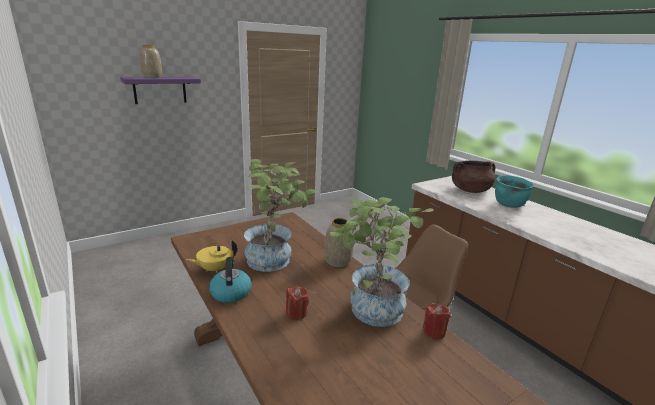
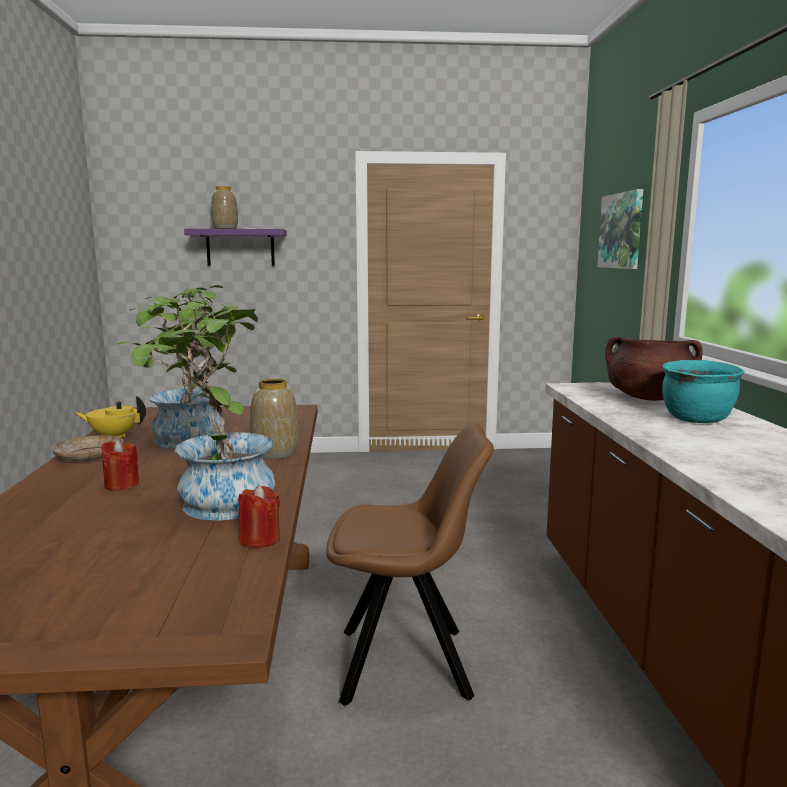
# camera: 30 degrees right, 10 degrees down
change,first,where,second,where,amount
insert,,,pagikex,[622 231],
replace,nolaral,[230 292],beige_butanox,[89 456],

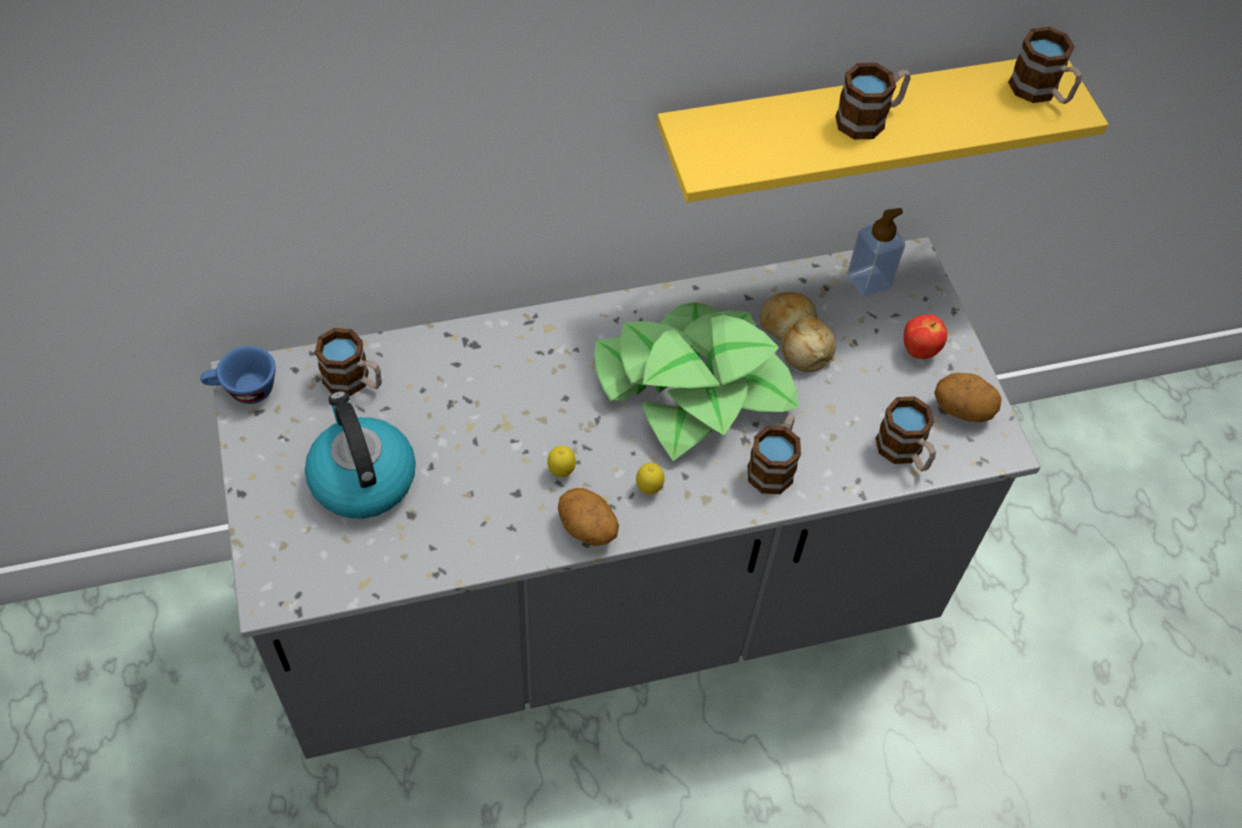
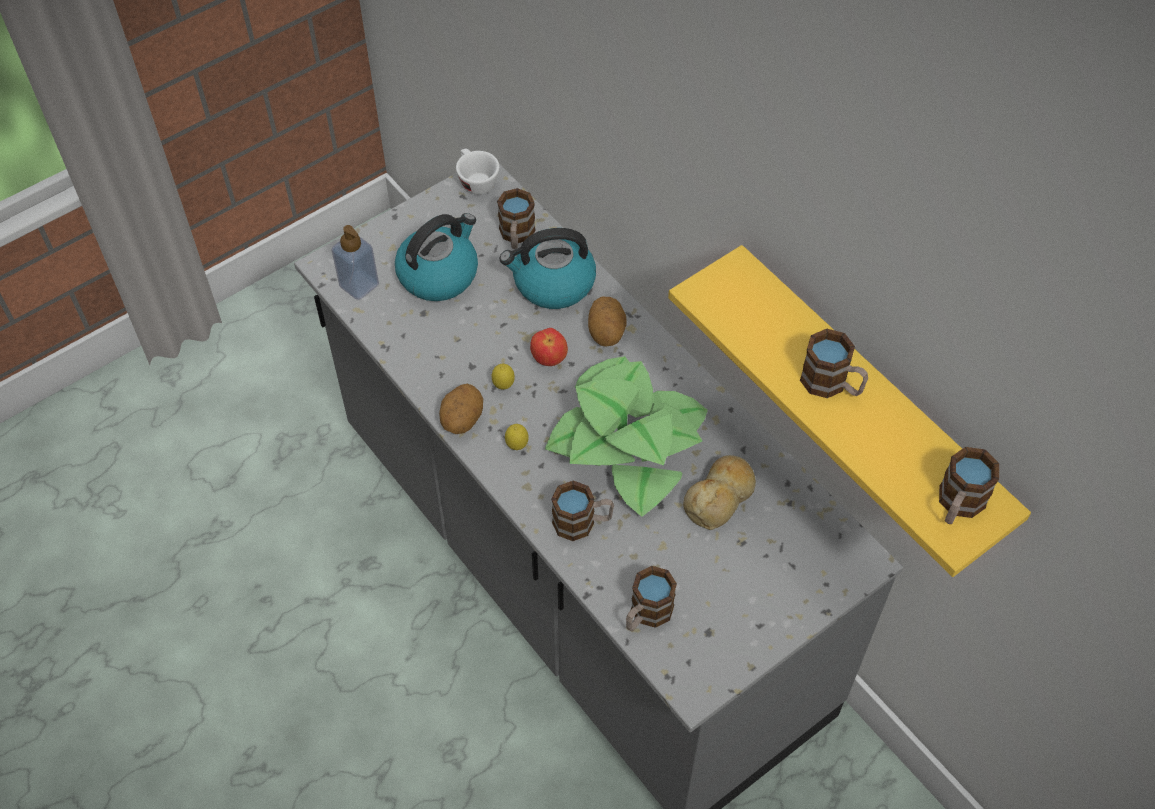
# camera: 70 degrees right, 0 degrees up
change,first,where,second,where,amount
insert,,,nolaral,[552 283],
move,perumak,[868 281],,[359 285],
move,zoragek,[919 350],,[549 359],
move,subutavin,[962 410],,[607 332],
recolor,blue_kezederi,[243 390],white_kezederi,[475 181],

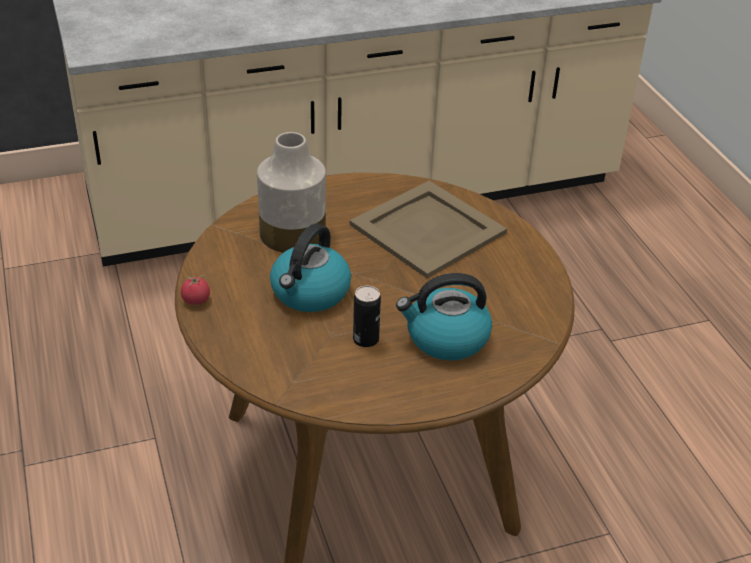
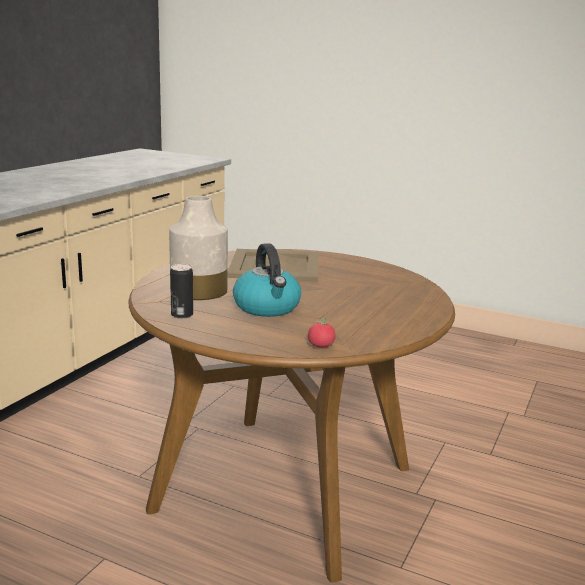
# camera: 45 degrees left, 20 degrees down
change,first,where,second,where,amount
delete,nolaral,[446 338],,,
move,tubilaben,[196 300],,[321 345],
move,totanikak,[366 339],,[182 315],

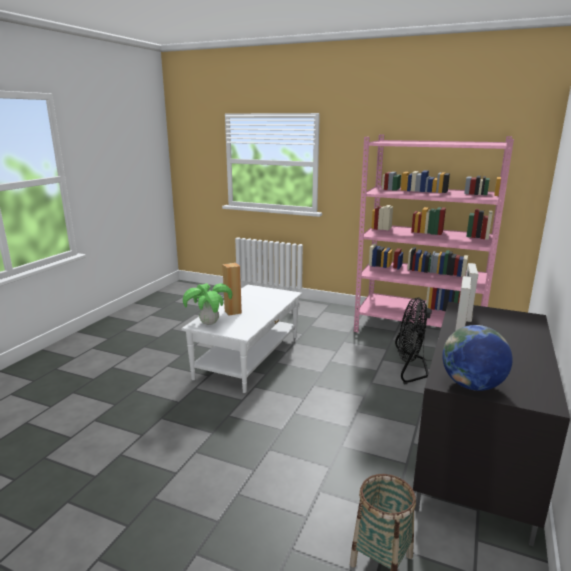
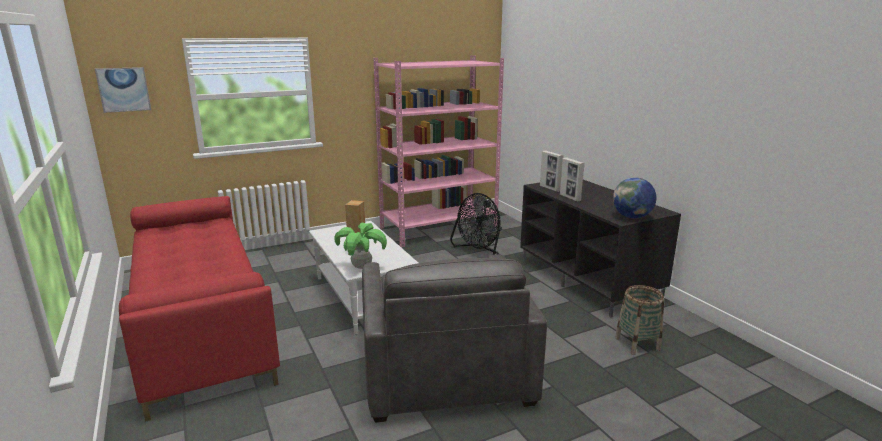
# camera: 50 degrees left, 0 degrees up
change,first,where,second,where,amount
insert,,,pagikex,[123 89],
insert,,,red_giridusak,[201 321],
insert,,,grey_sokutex,[444 370],

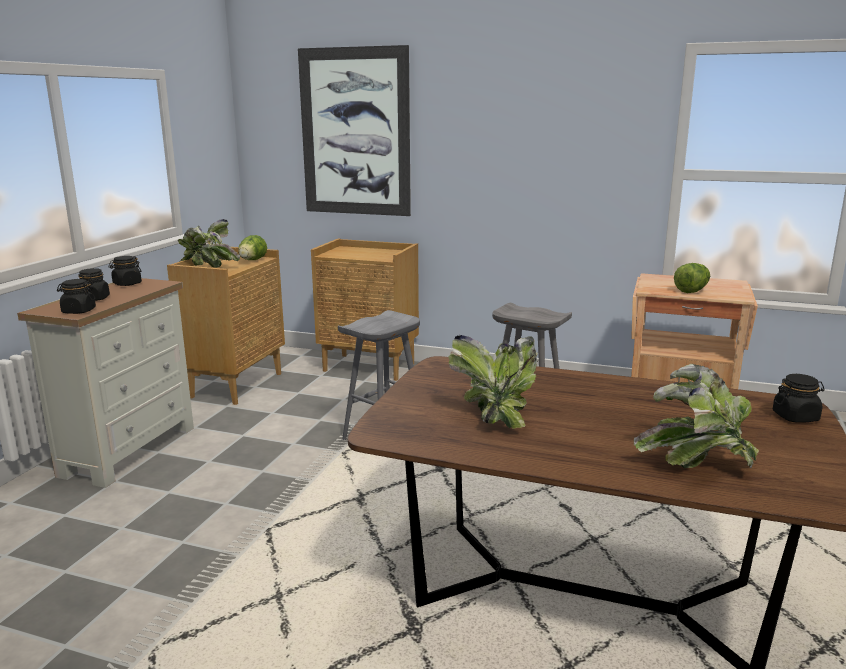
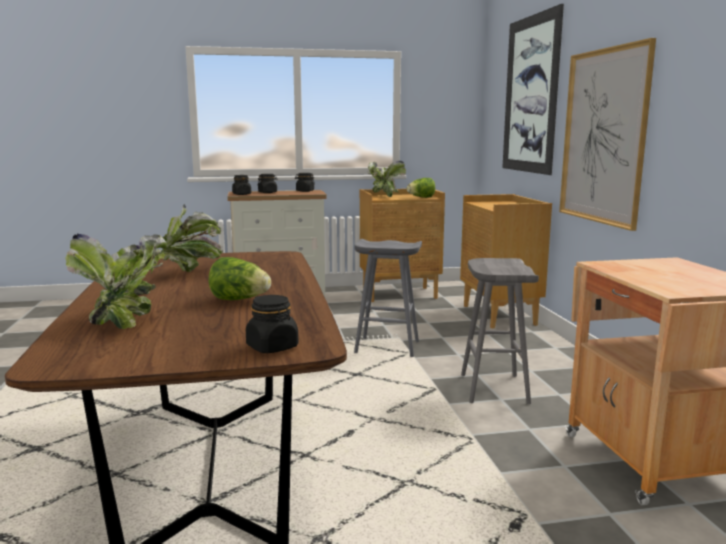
# camera: 60 degrees right, 5 degrees down
change,first,where,second,where,amount
insert,,,pagikex,[603 136],
move,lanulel,[692 290],,[240 300],

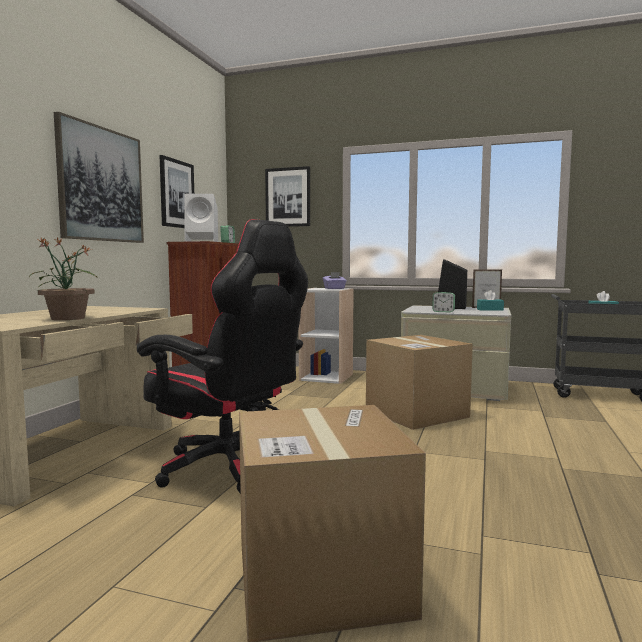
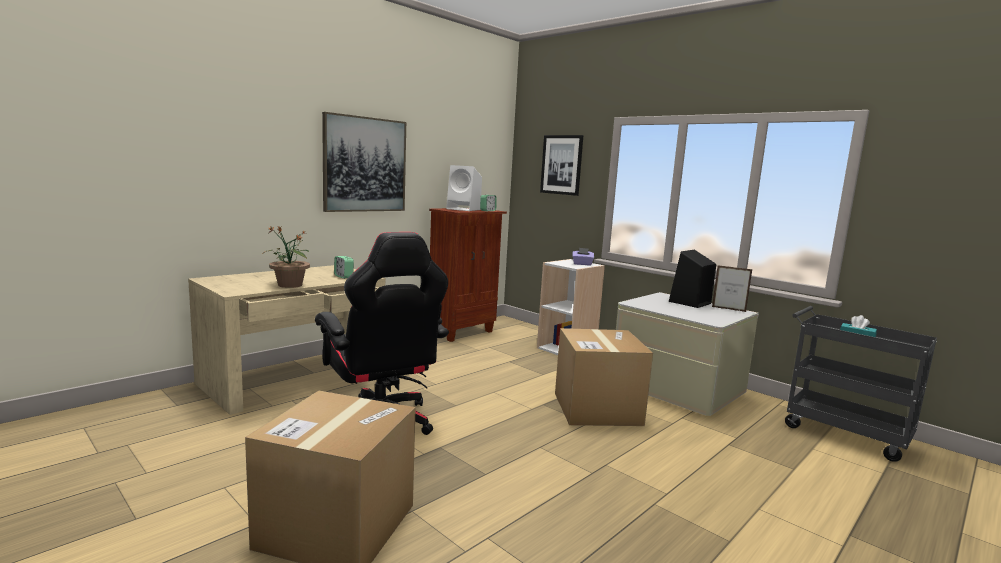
# camera: 25 degrees right, 5 degrees up
change,first,where,second,where,amount
delete,pagikex,[177 194],,,
delete,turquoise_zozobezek,[490 310],,,
move,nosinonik,[443 311],,[343 276],

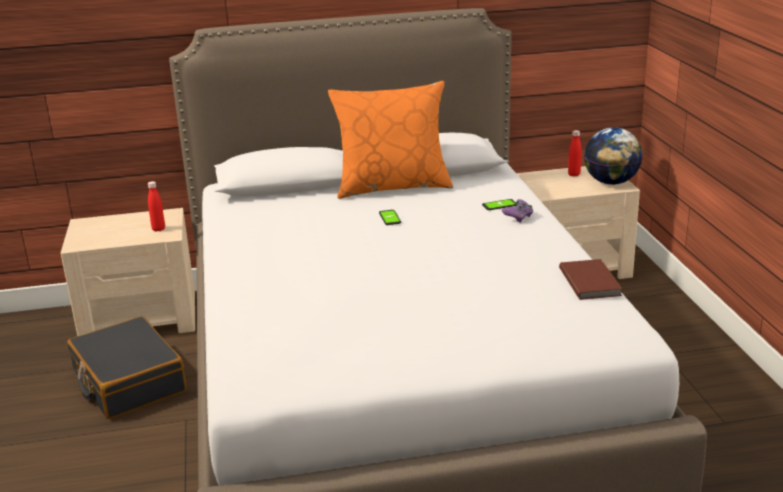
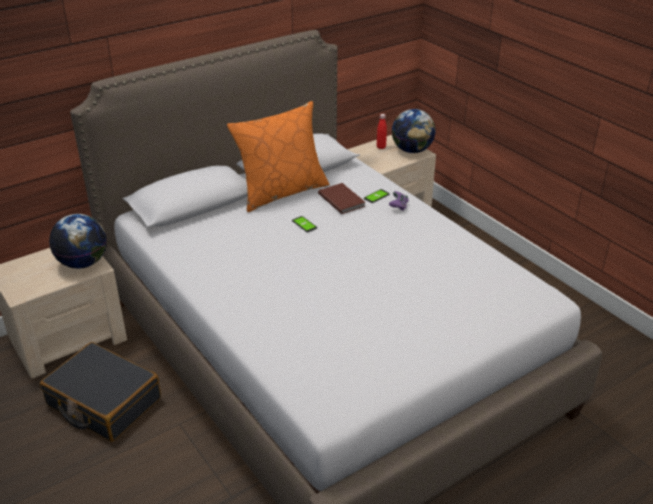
# camera: 25 degrees left, 10 degrees up
change,first,where,second,where,amount
move,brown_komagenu,[591 281],,[342 199],
replace,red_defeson,[158 229],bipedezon,[83 263],

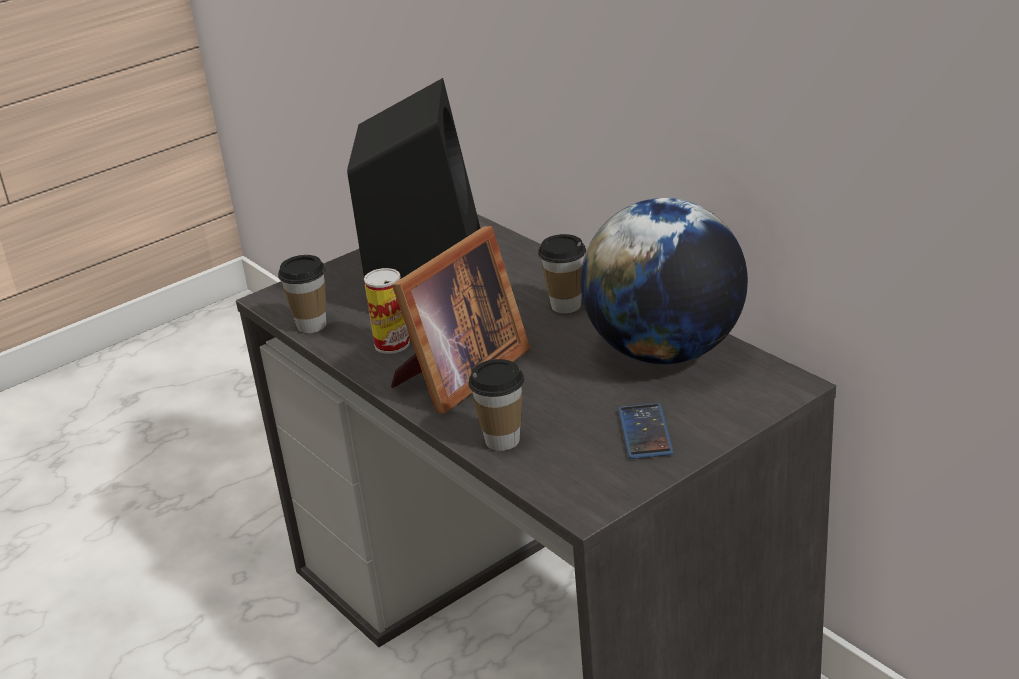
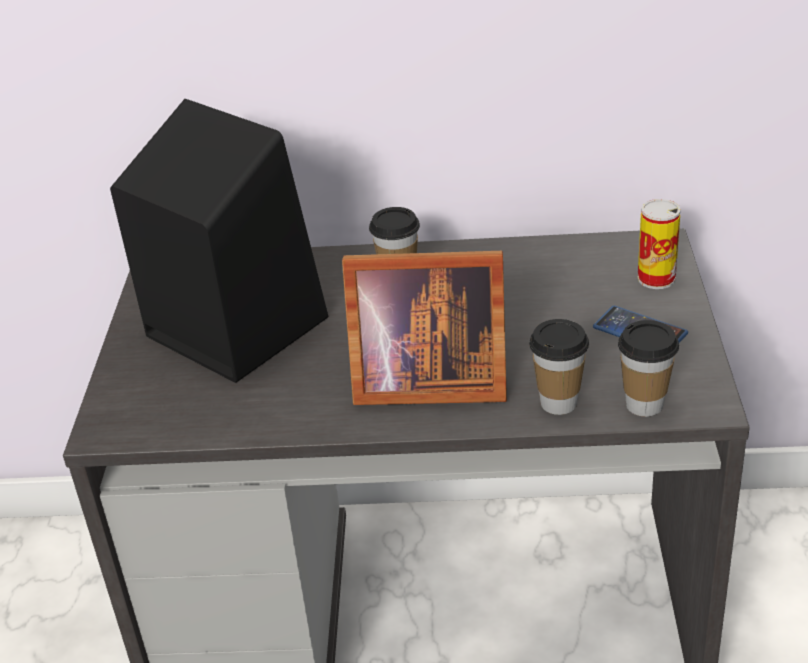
# camera: 50 degrees left, 5 degrees up
change,first,where,second,where,amount
delete,bipedezon,[666 351],,,
move,kezederi,[311 325],,[644 404],
move,totanikak,[392 344],,[656 278],
rotate,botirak,[458 376],,[424 381],105 degrees clockwise

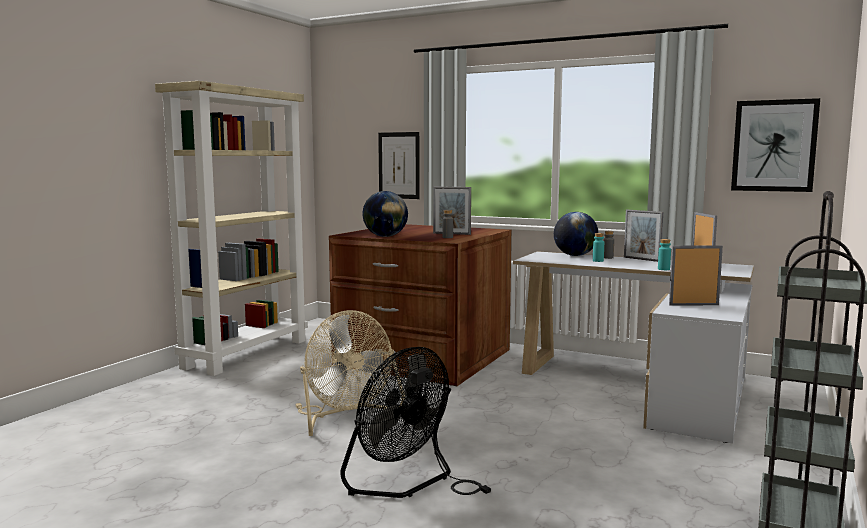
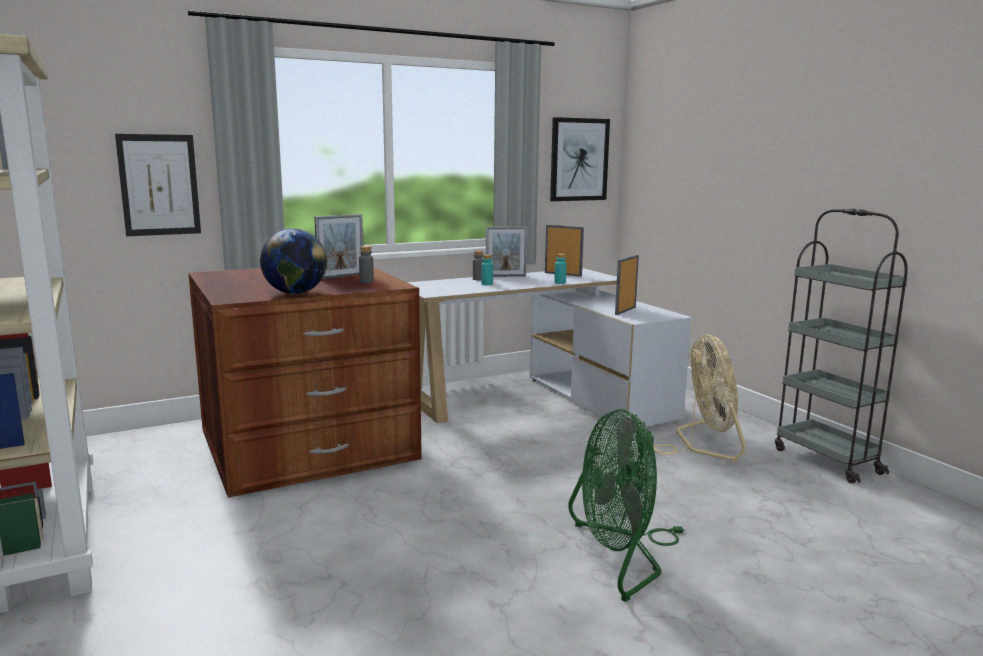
# camera: 55 degrees left, 5 degrees up
change,first,where,second,where,amount
delete,bipedezon,[575 255],,,
move,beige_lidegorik,[342 417],,[698 443],
recolor,black_lidegorik,[417 479],green_lidegorik,[624 554],

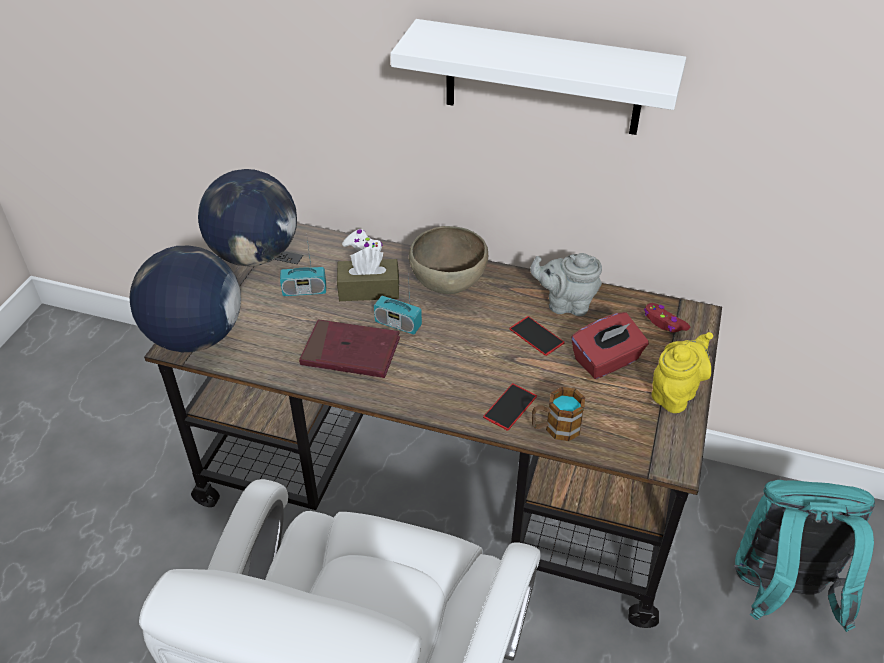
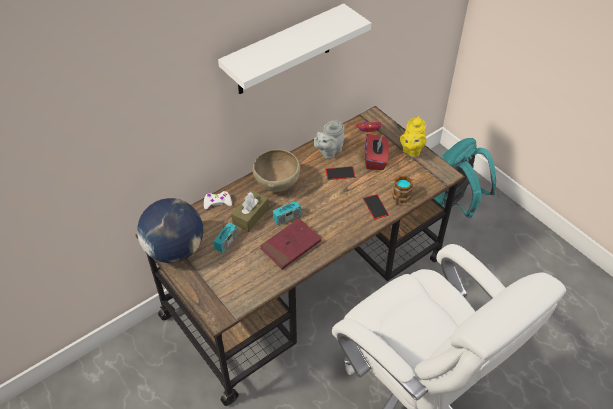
# camera: 55 degrees left, 5 degrees up
change,first,where,second,where,amount
delete,bipedezon,[196 337],,,
rotate,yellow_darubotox,[675 393],,[411 150],150 degrees counterclockwise

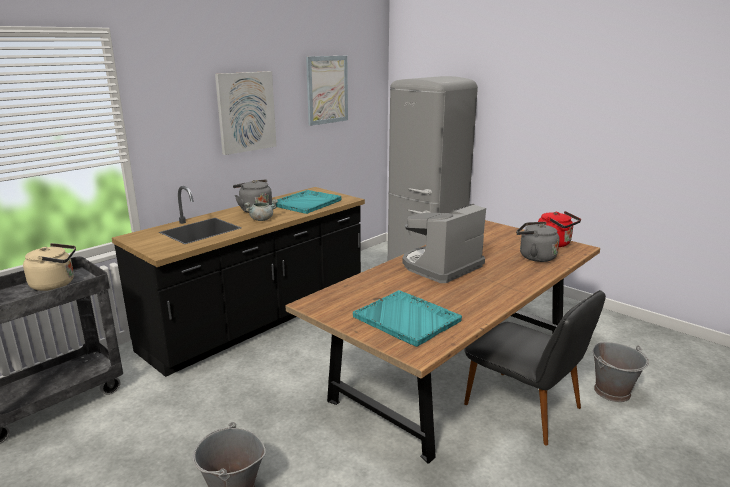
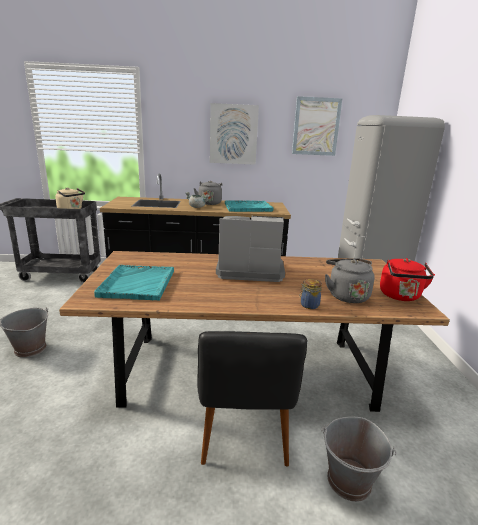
# camera: 45 degrees right, 0 degrees up
change,first,where,second,where,amount
insert,,,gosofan,[308 305],

